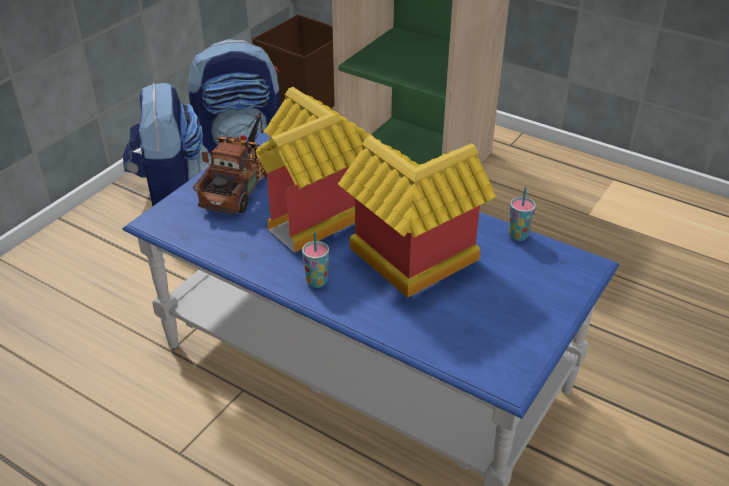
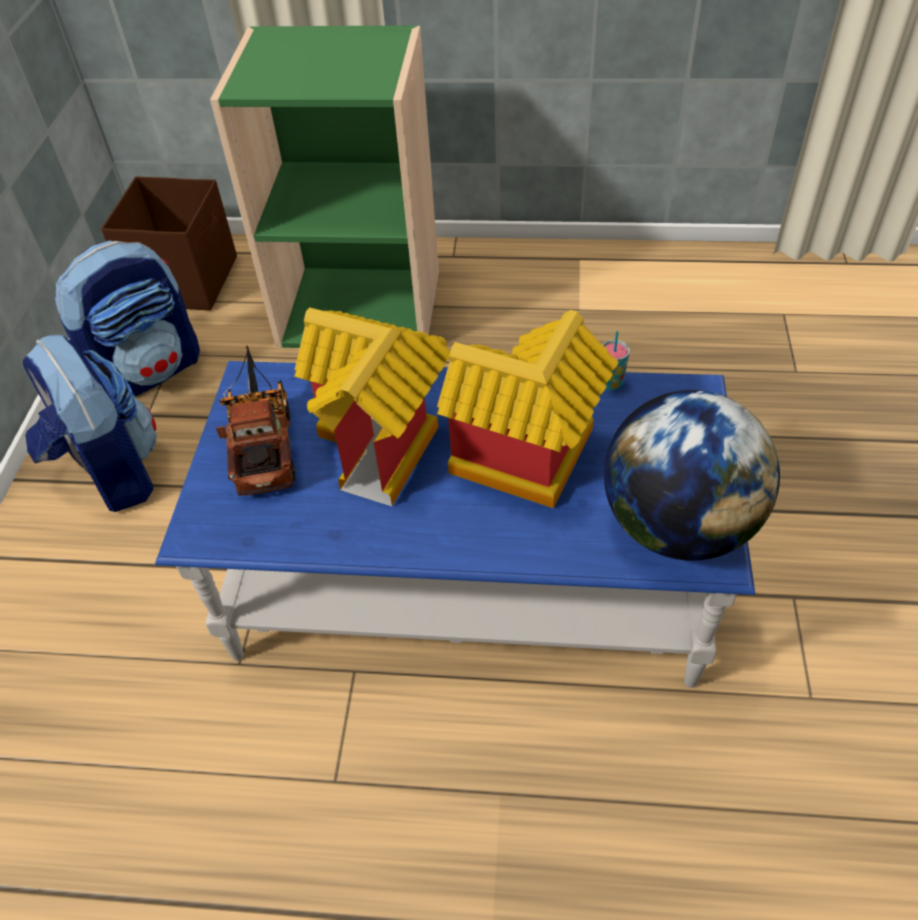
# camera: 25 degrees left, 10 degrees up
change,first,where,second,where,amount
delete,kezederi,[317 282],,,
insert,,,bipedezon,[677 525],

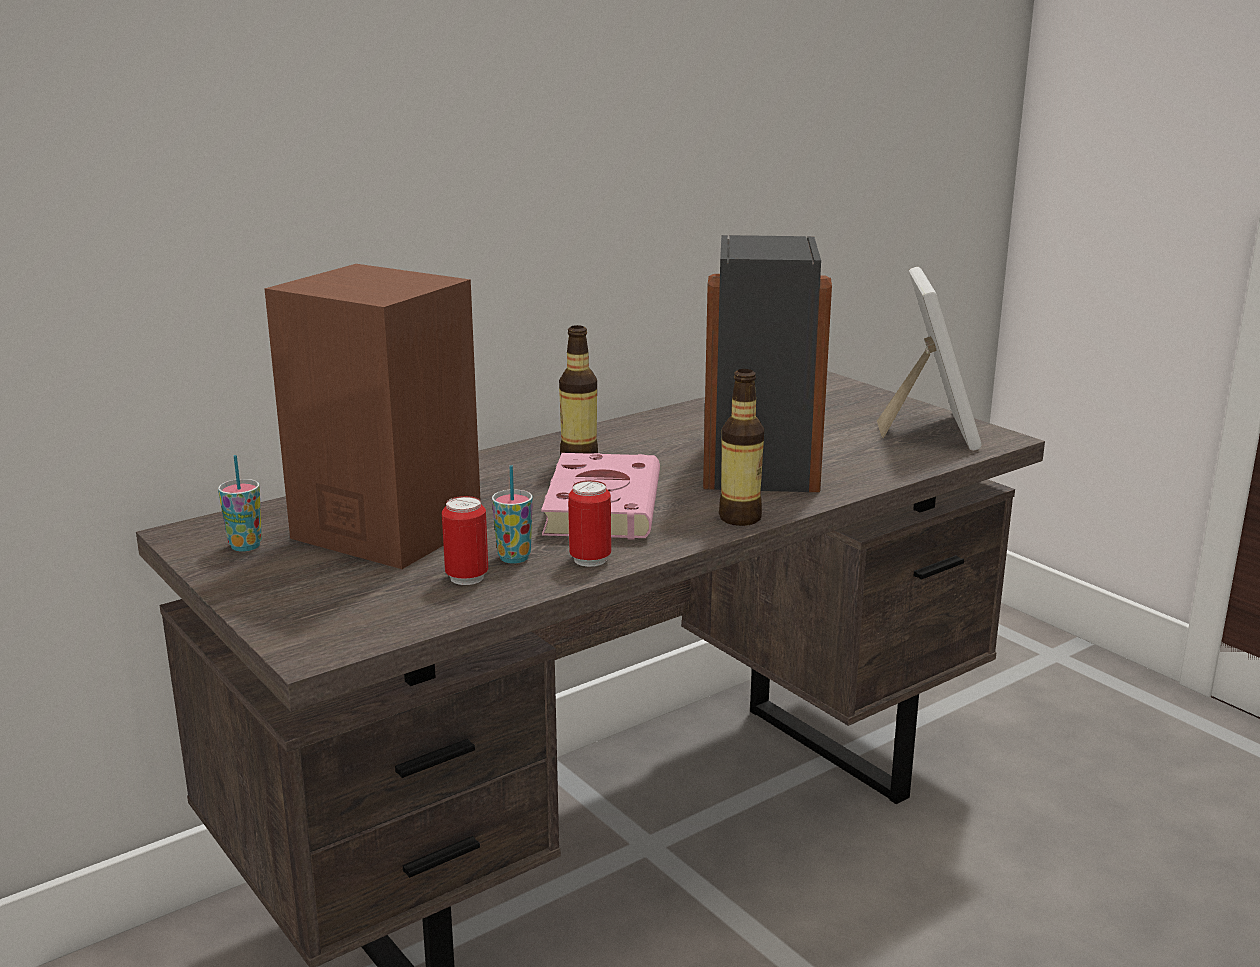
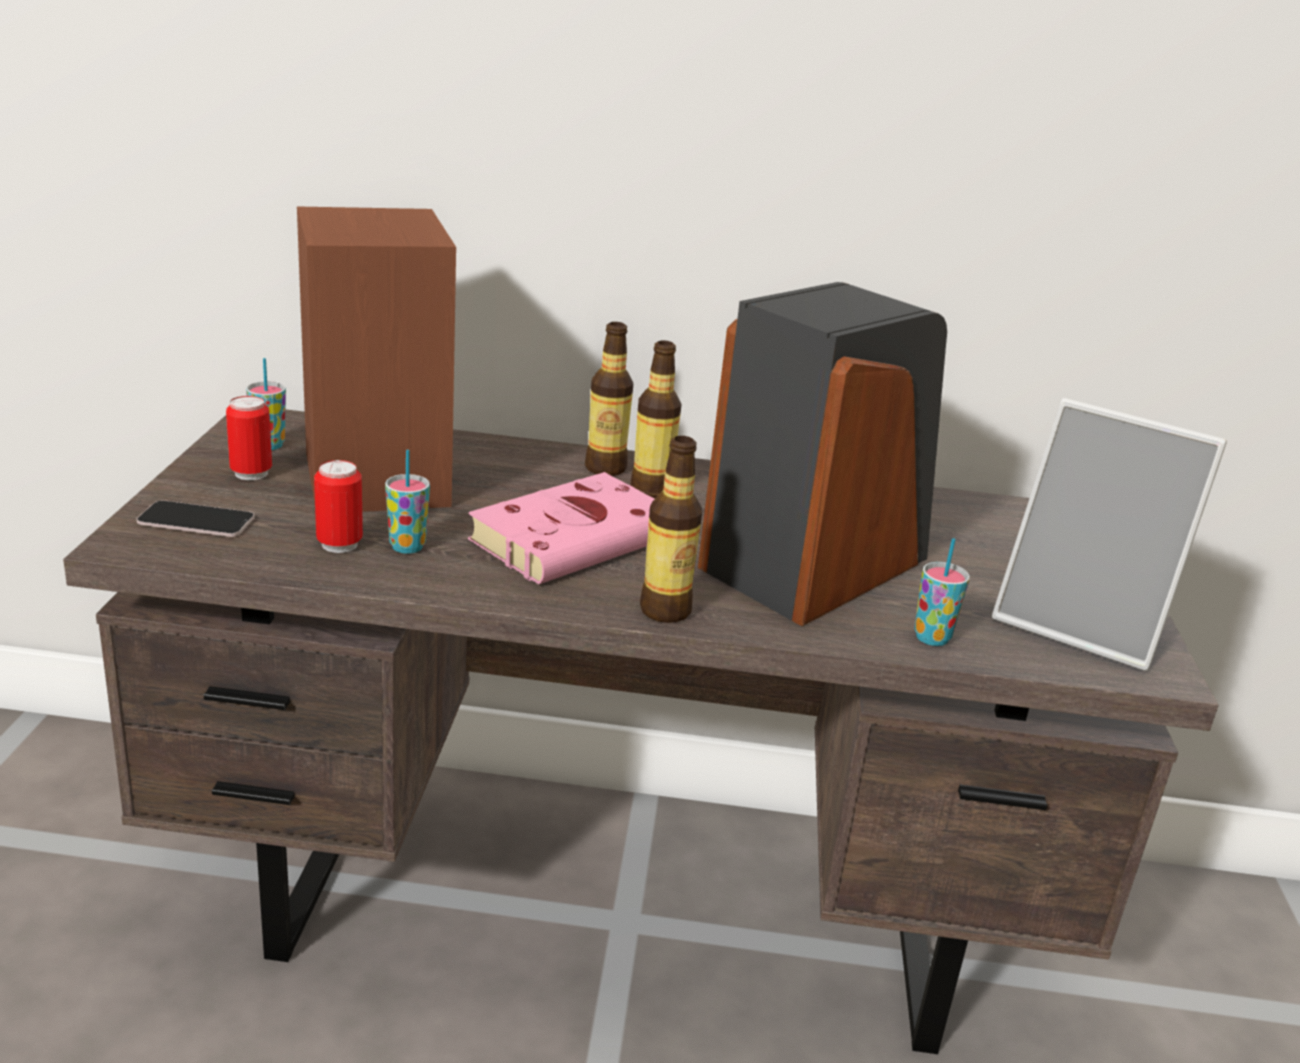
# camera: 40 degrees right, 5 degrees up
change,first,where,second,where,amount
insert,,,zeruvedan,[196 521],
insert,,,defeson,[605 468],
insert,,,kezederi,[932 638],
move,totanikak,[590 559],,[251 473],
rotate,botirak,[929 431],,[1082 624],75 degrees clockwise

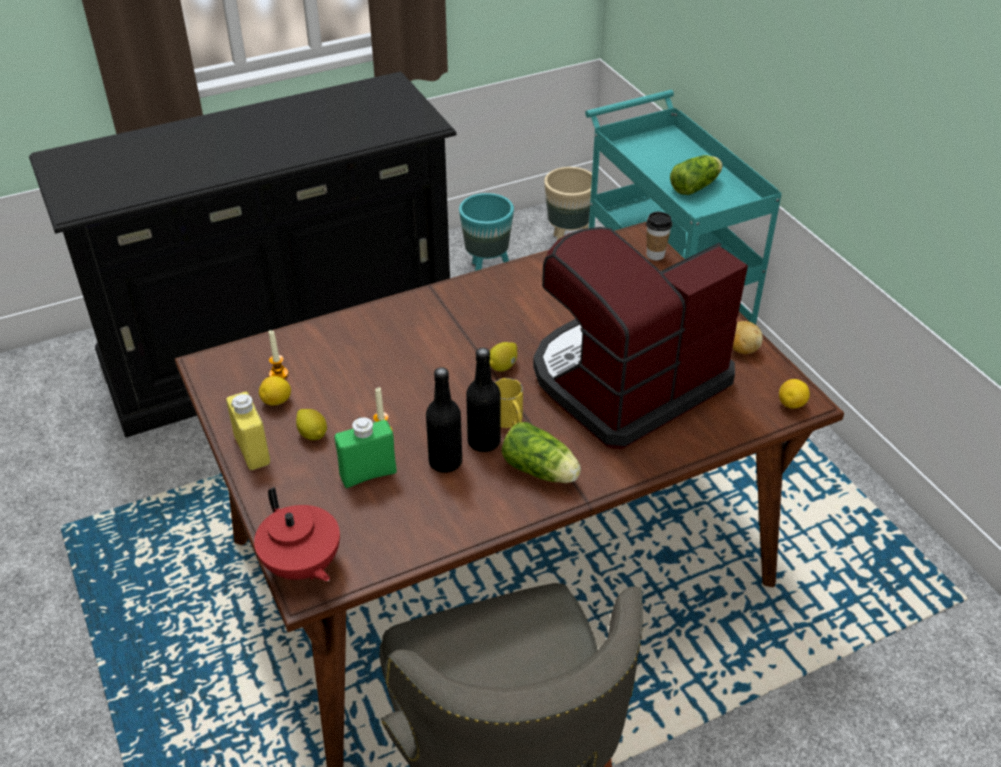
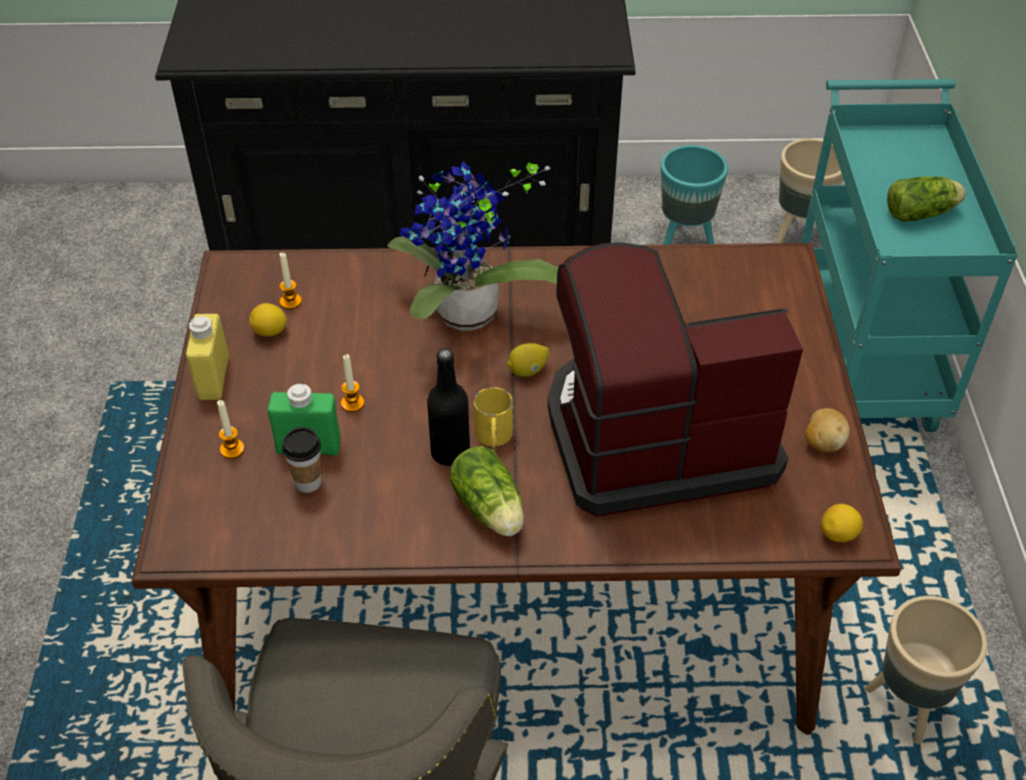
# camera: 25 degrees right, 5 degrees up
change,first,where,second,where,amount
delete,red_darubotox,[302 566],,,
delete,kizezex,[312 434],,,
delete,black_defeson,[445 462],,,
insert,,,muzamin,[232 449],
insert,,,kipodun,[466 319],
insert,,,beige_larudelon,[907 706],
move,kezederi,[655 255],,[308 482],

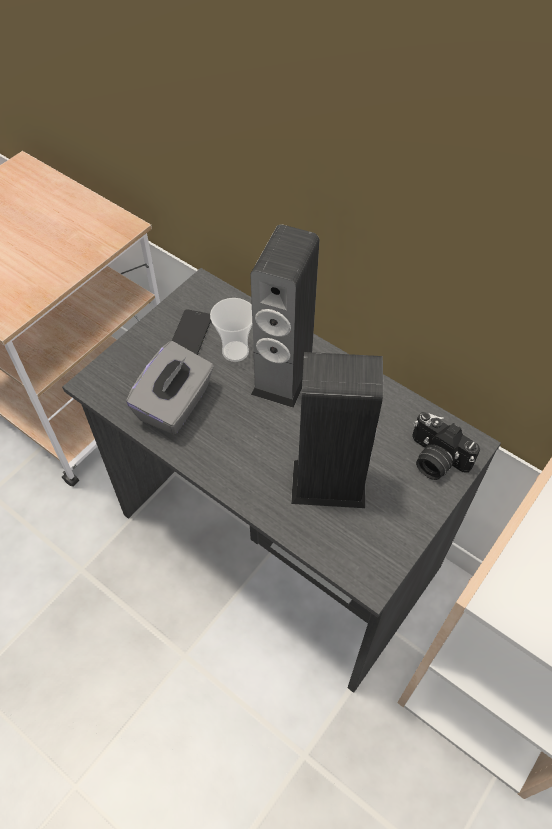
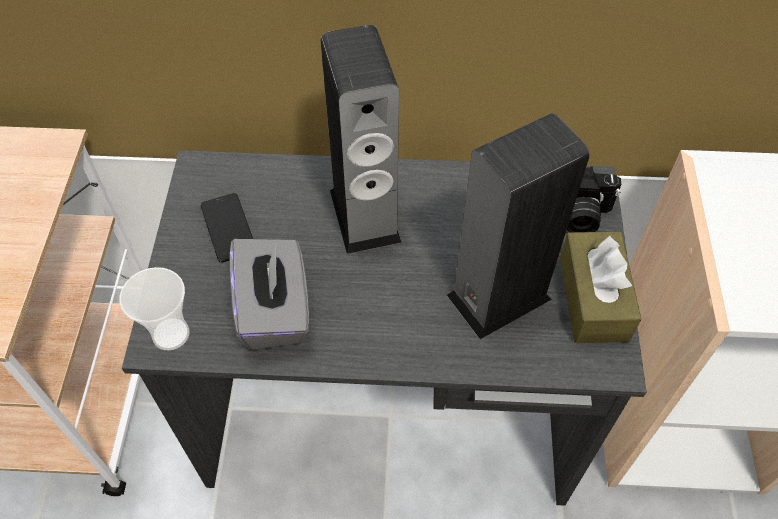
# camera: 35 degrees left, 0 degrees up
change,first,where,second,where,amount
insert,,,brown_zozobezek,[593 298],
move,kezederi,[235 351],,[171 334],

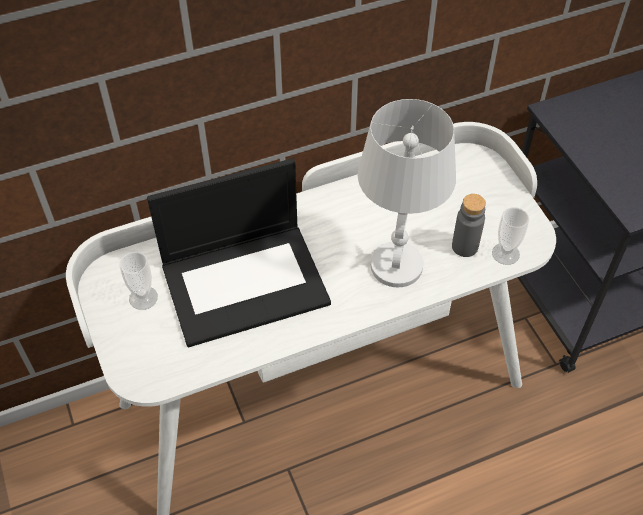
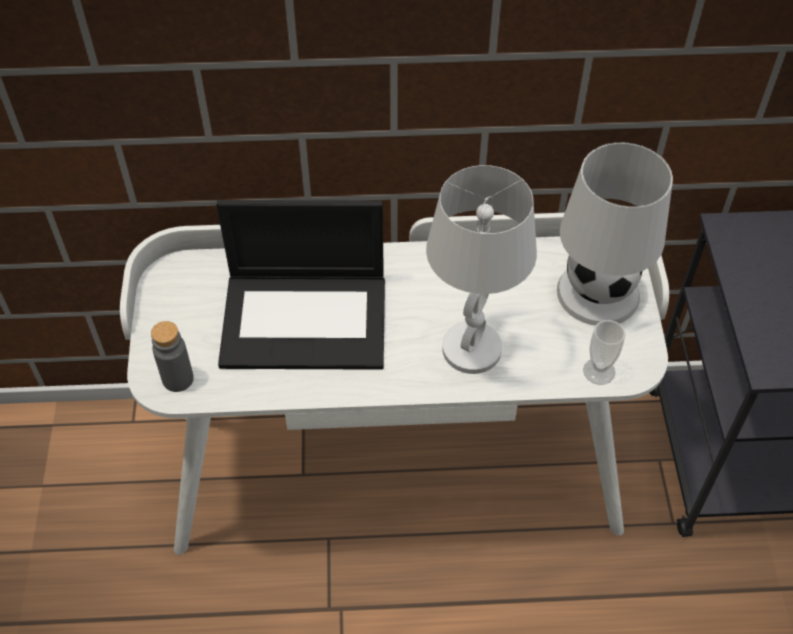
# camera: 20 degrees right, 0 degrees up
change,first,where,second,where,amount
delete,kezederi,[143 298],,,
insert,,,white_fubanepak,[598 294],
move,grey_defeson,[464 246],,[178 379],

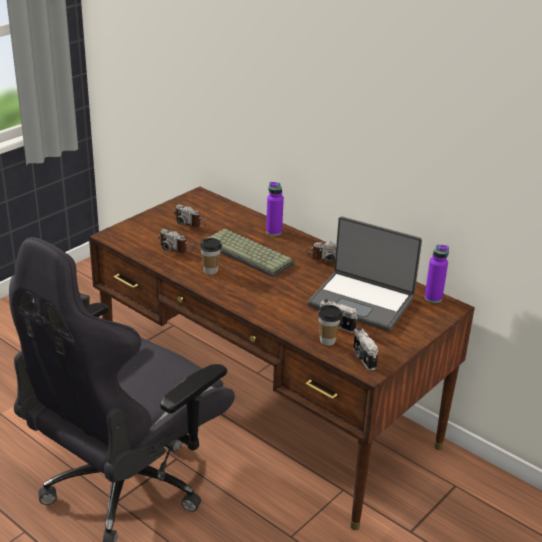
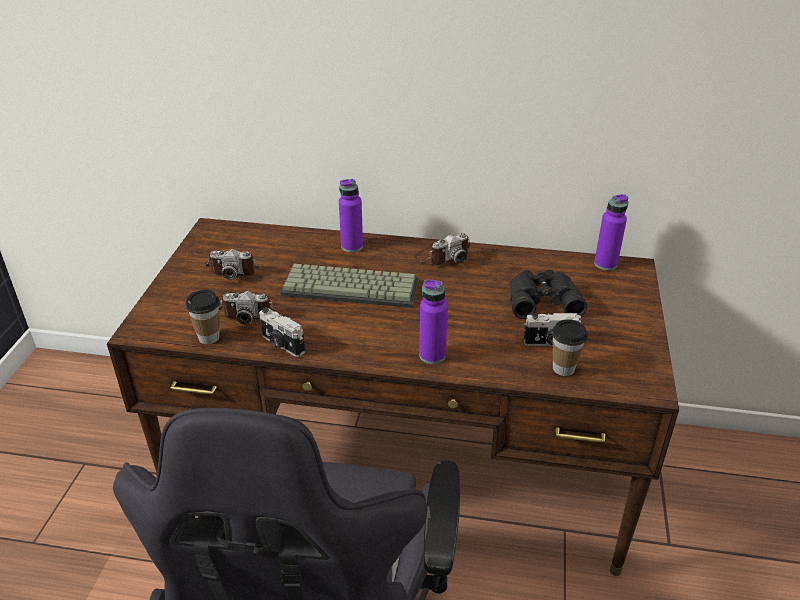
# camera: 30 degrees left, 5 degrees up
change,first,where,second,where,amount
insert,,,purple_defeson,[432 355],
move,kezederi,[210 271],,[209 337],
move,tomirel,[363 358],,[282 345],
replace,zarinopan,[362 301],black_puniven,[542 298],

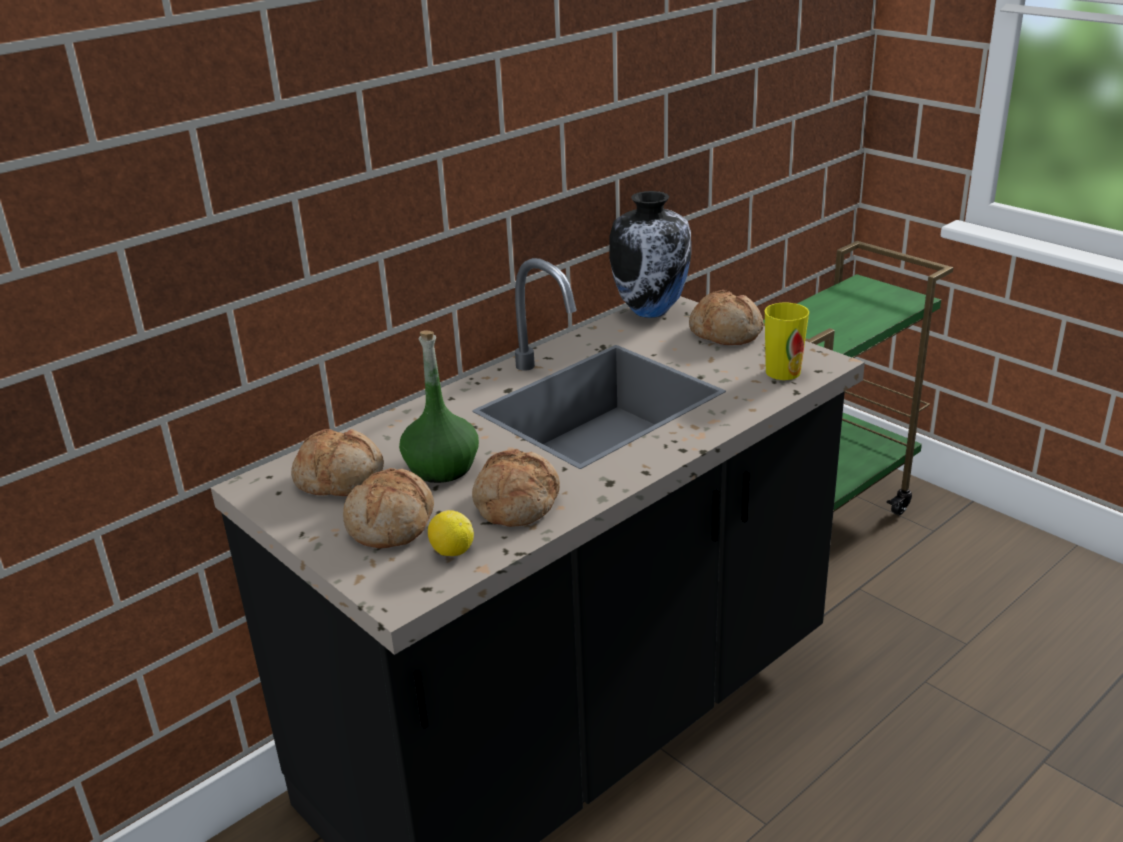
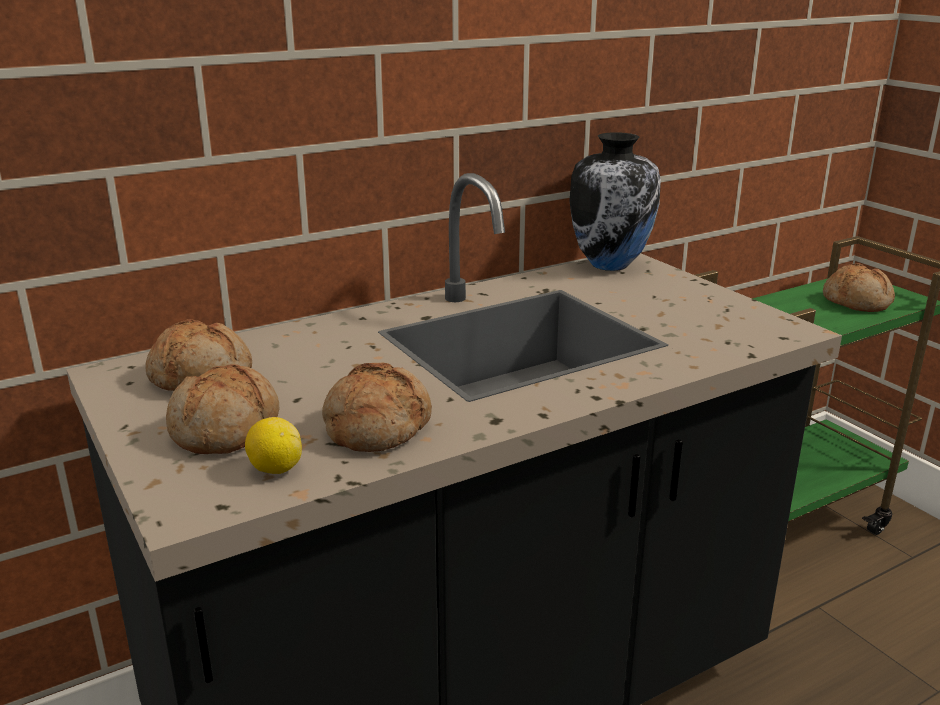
# camera: 10 degrees right, 5 degrees down
change,first,where,second,where,amount
delete,green_defeson,[441 467],,,
delete,kezederi,[783 372],,,
move,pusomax,[726 332],,[857 302],

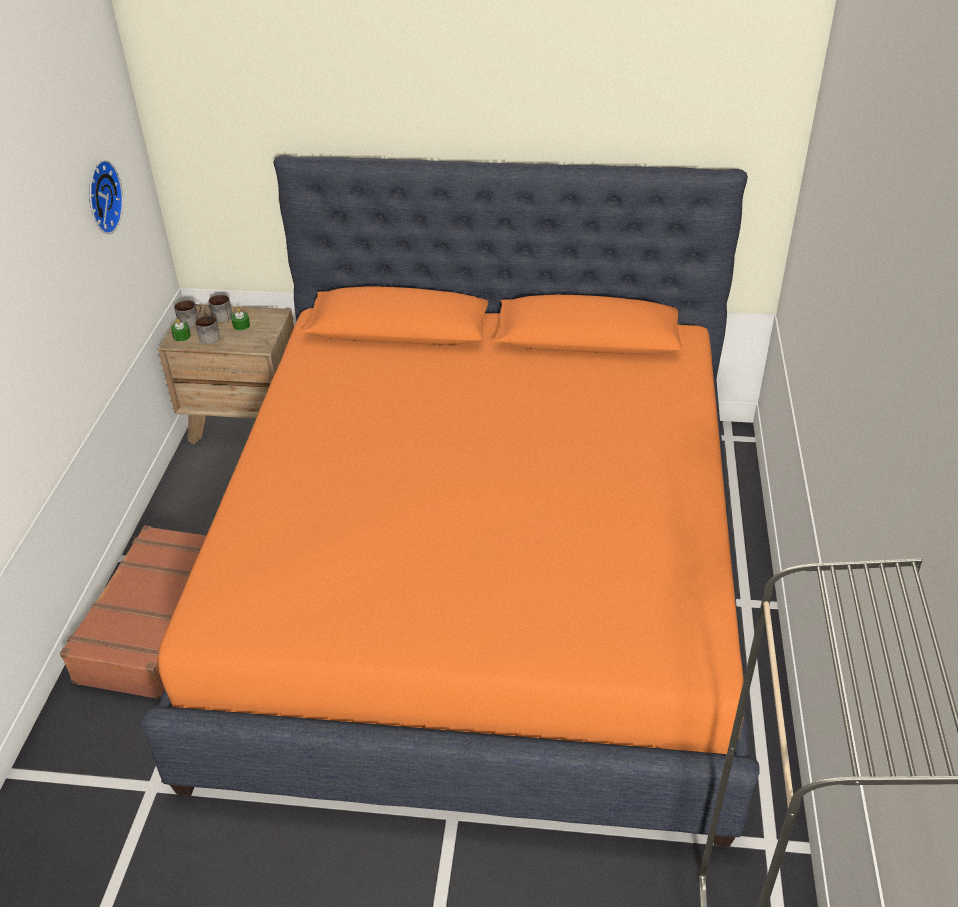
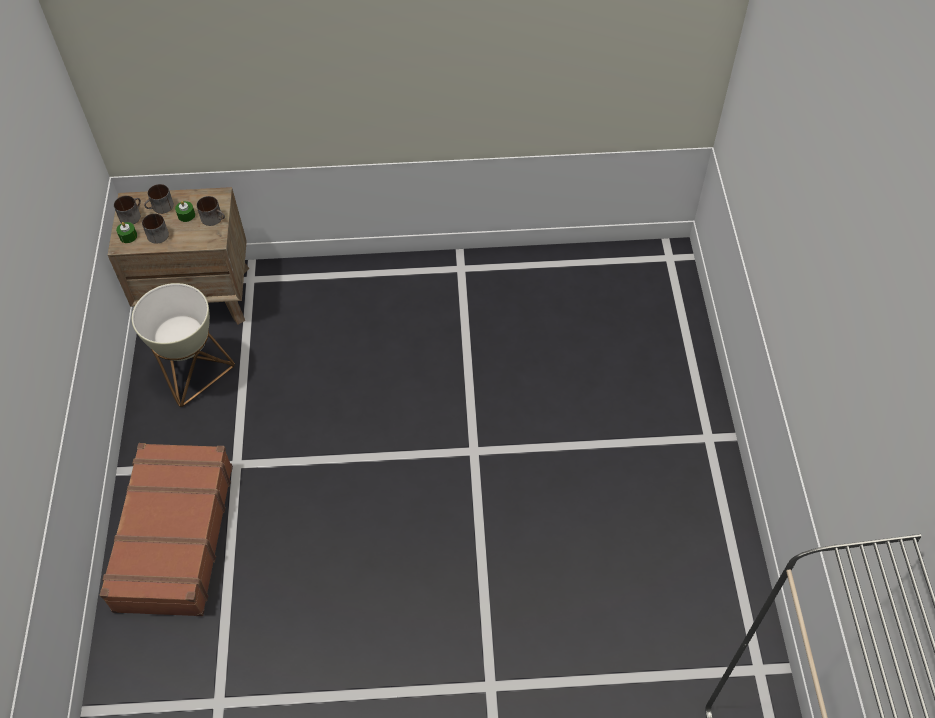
# camera: 10 degrees left, 15 degrees up
change,first,where,second,where,amount
delete,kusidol,[100 197],,,
delete,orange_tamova,[482 578],,,
insert,,,larudelon,[195 373],
insert,,,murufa,[214 218],

